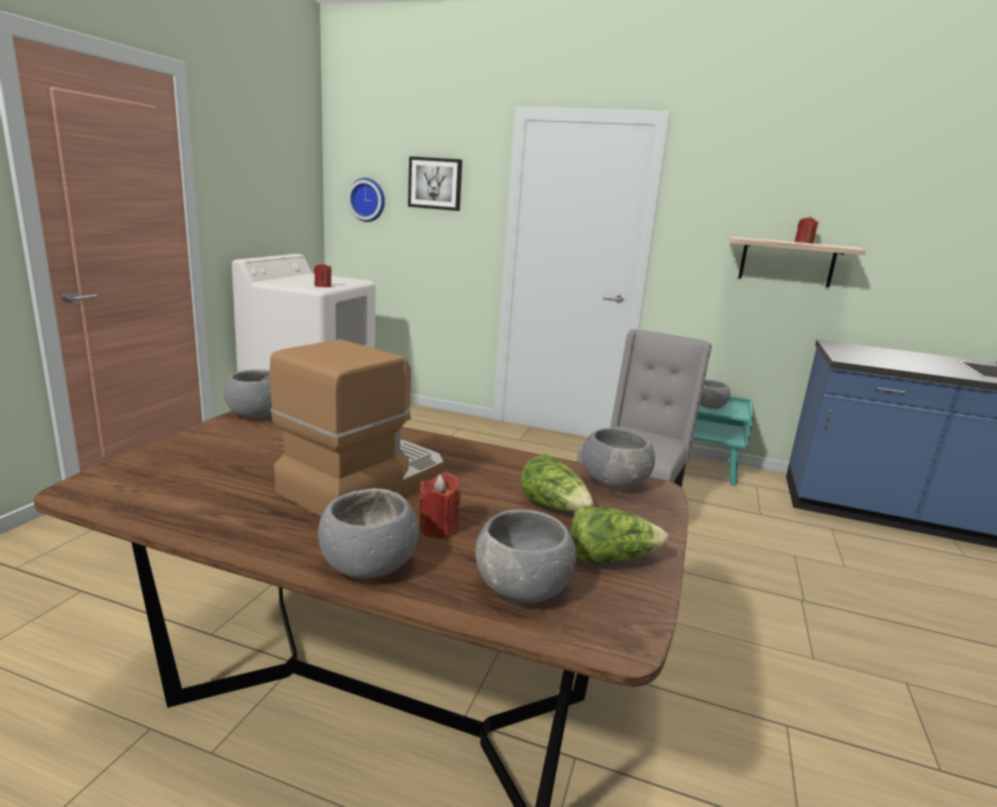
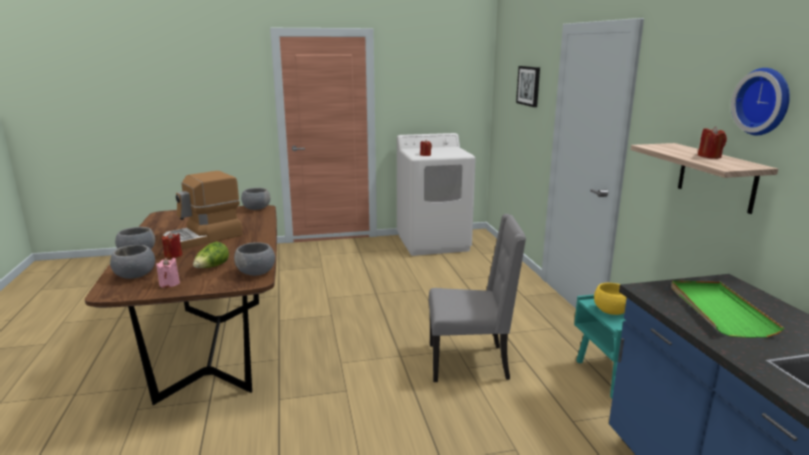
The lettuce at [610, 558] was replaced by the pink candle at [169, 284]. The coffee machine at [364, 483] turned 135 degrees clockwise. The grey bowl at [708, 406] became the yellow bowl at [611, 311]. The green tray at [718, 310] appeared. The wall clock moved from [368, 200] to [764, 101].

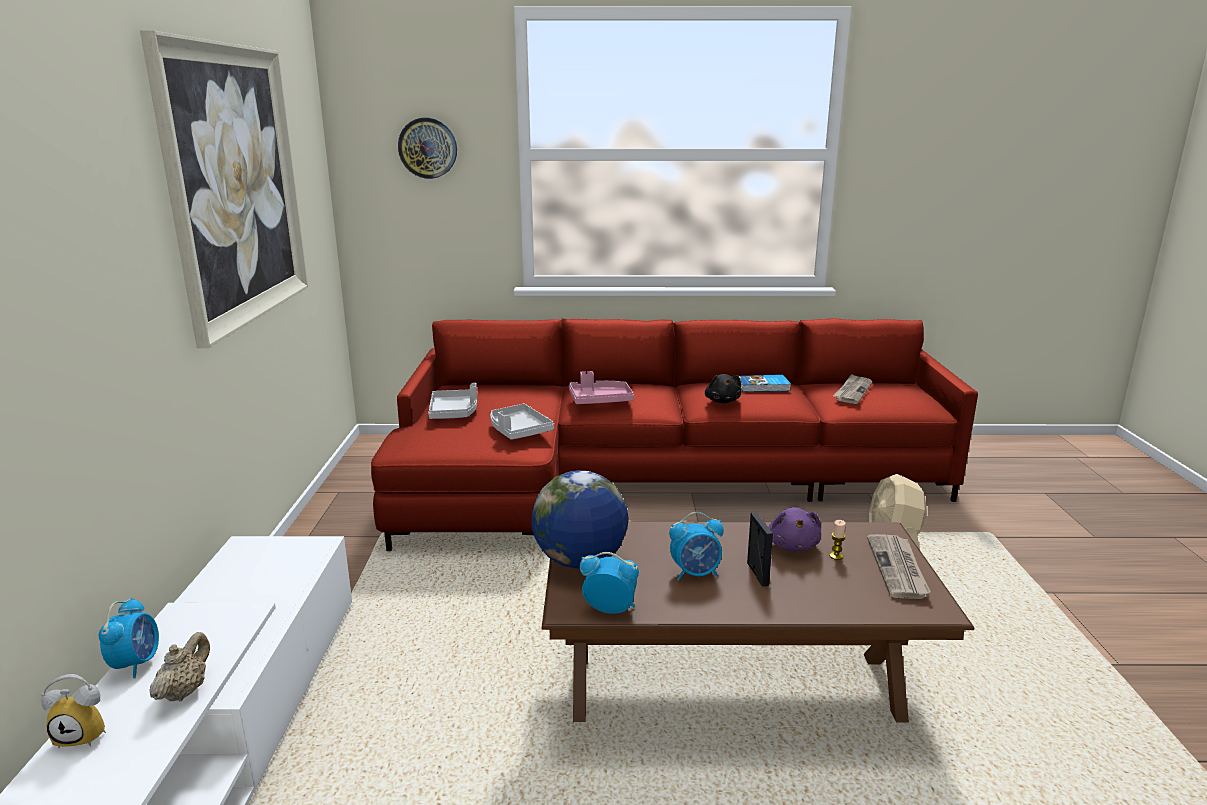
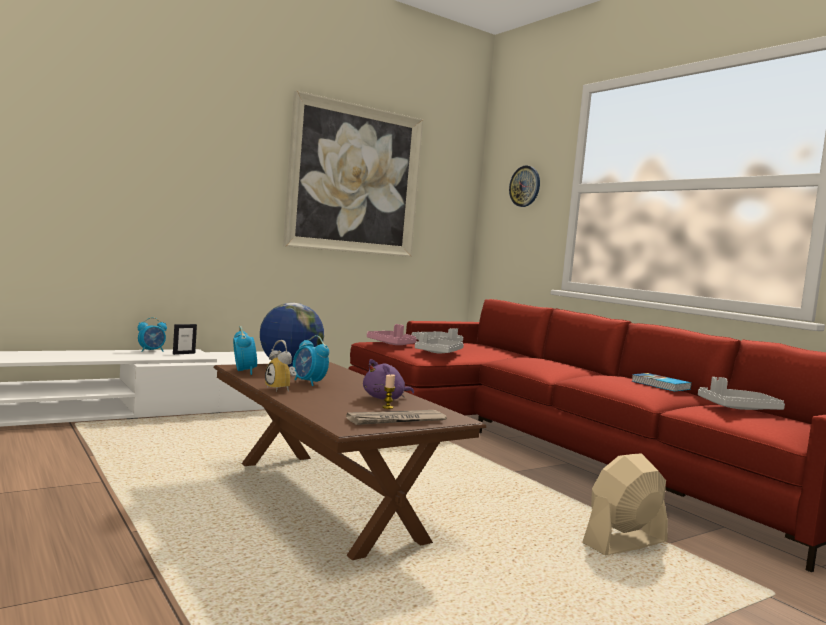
The picture frame moved from [757, 574] to [183, 353]. The alarm clock moved from [86, 734] to [282, 389]. The pink tray moved from [600, 400] to [392, 344]. The newspaper at [852, 391] was replaced by the grey tray at [738, 408]. The beige teapot at [185, 691] disappeared. The black plush toy at [722, 401] disappeared.

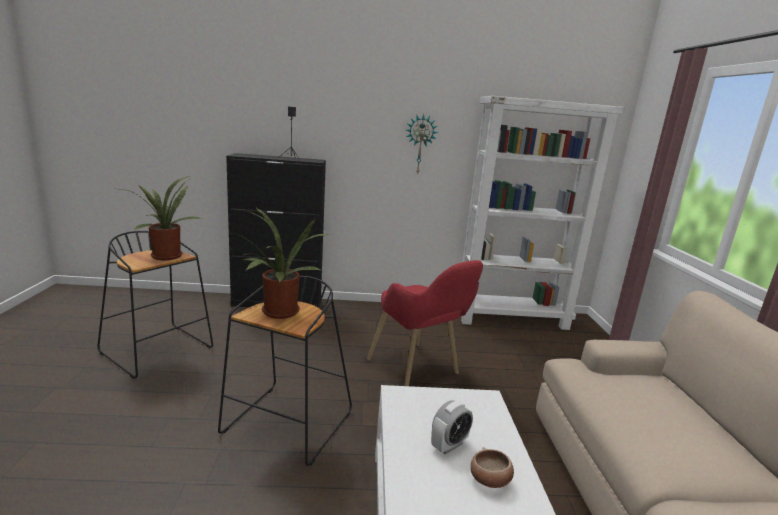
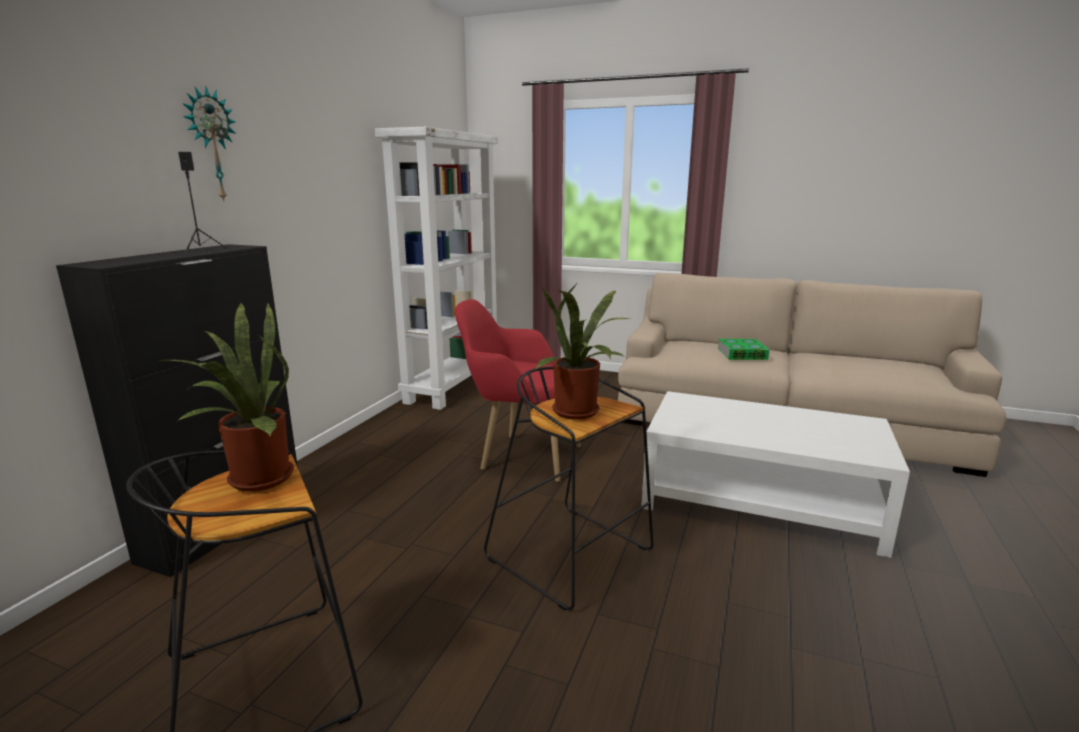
The wall clock moved from [420, 144] to [211, 145]. The red armchair at [419, 372] turned 150 degrees counterclockwise. The book at [742, 354] appeared. The alarm clock at [449, 445] disappeared. The bowl at [490, 480] disappeared.

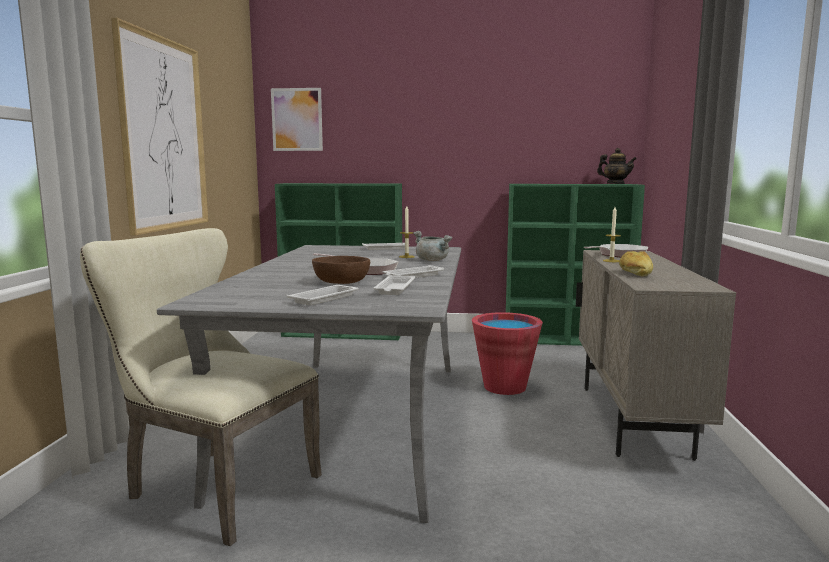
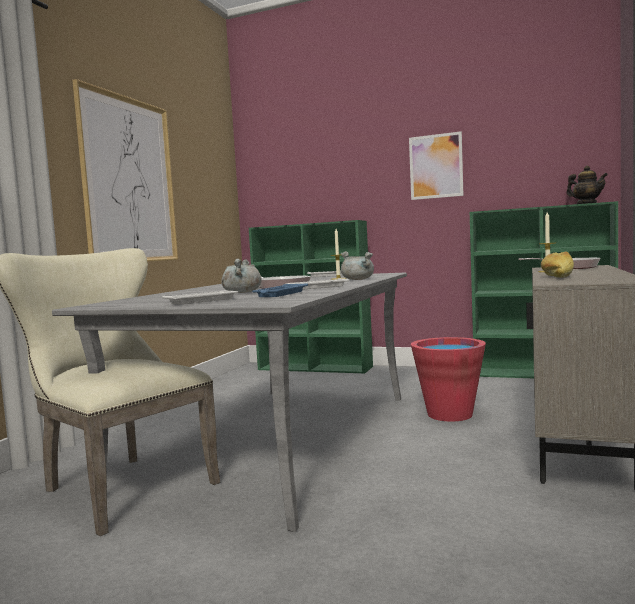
The brown bowl at [341, 281] was replaced by the grey cooking pot at [241, 292]. The white tray at [395, 289] became the blue tray at [280, 294]. The picture moved from [297, 119] to [436, 166].

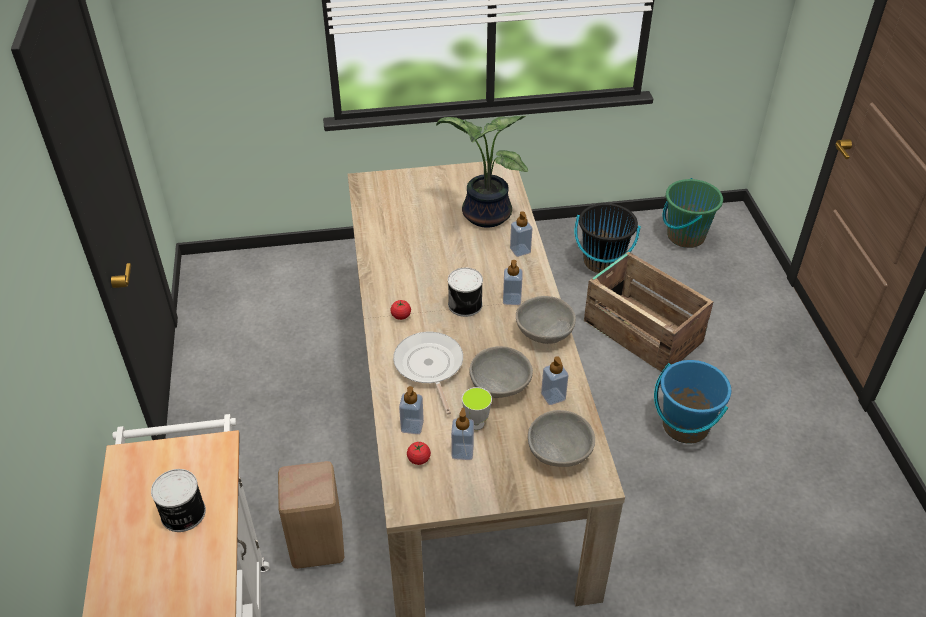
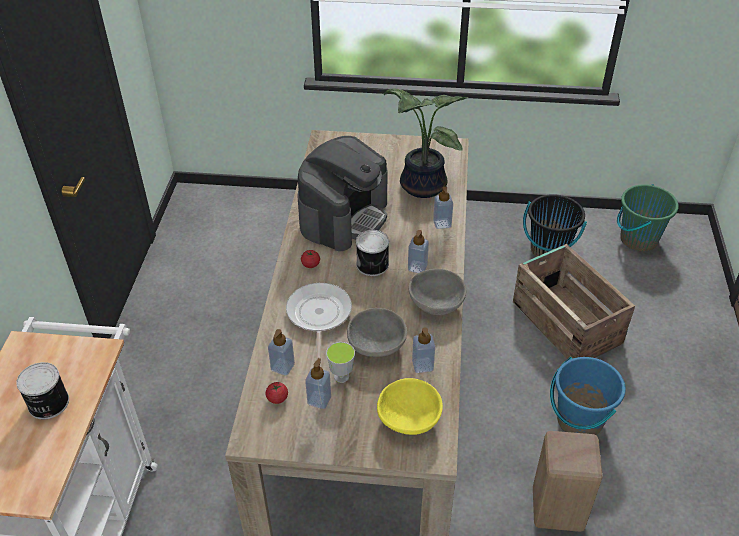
The coffee machine at [344, 216] appeared. The grey bowl at [558, 452] became the yellow bowl at [408, 419]. The beige stool moved from [319, 546] to [559, 510].

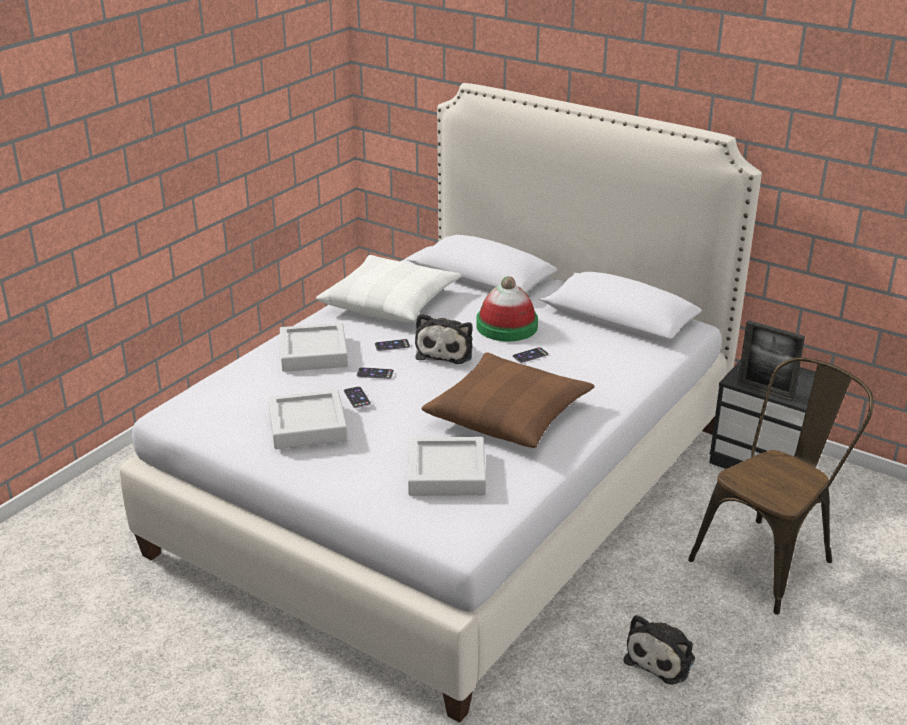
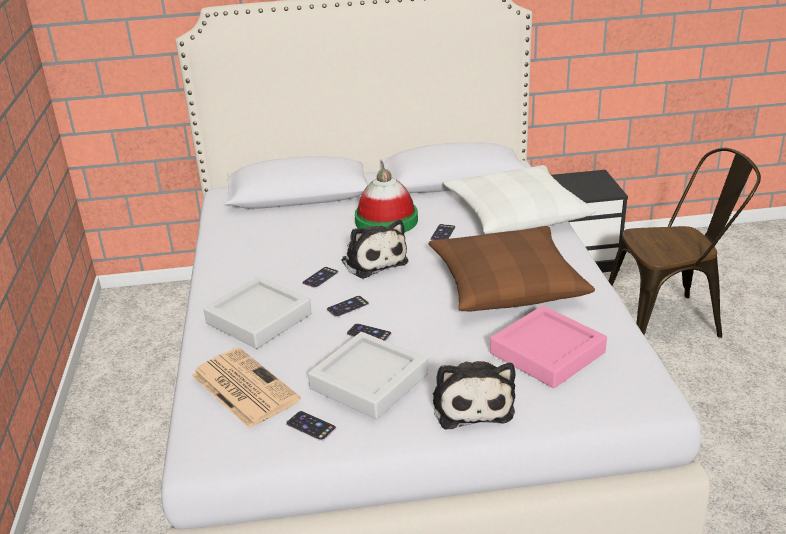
The newspaper at [243, 387] appeared. The phone at [311, 426] appeared. The plush toy moved from [662, 658] to [471, 404]. The white pillow moved from [390, 302] to [516, 213]. The grey tray at [446, 473] became the pink tray at [547, 353]. The brown chair at [770, 558] turned 75 degrees clockwise. The picture frame at [765, 391] disappeared.

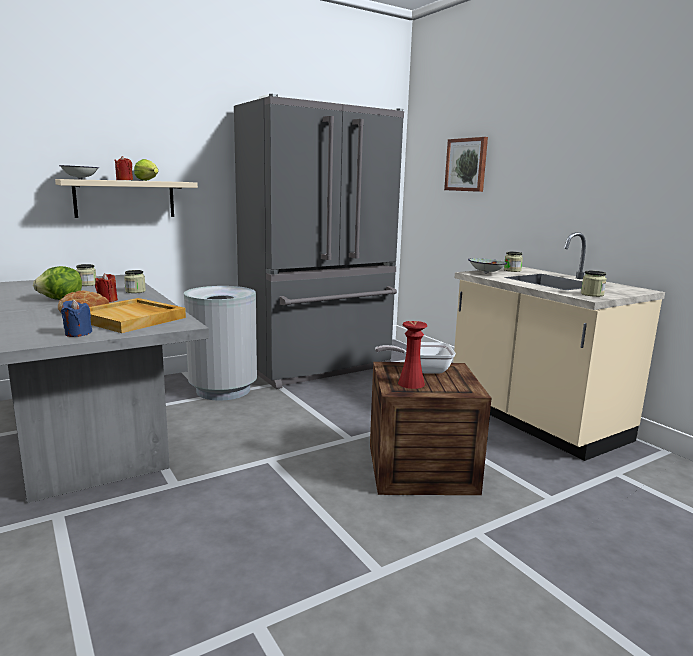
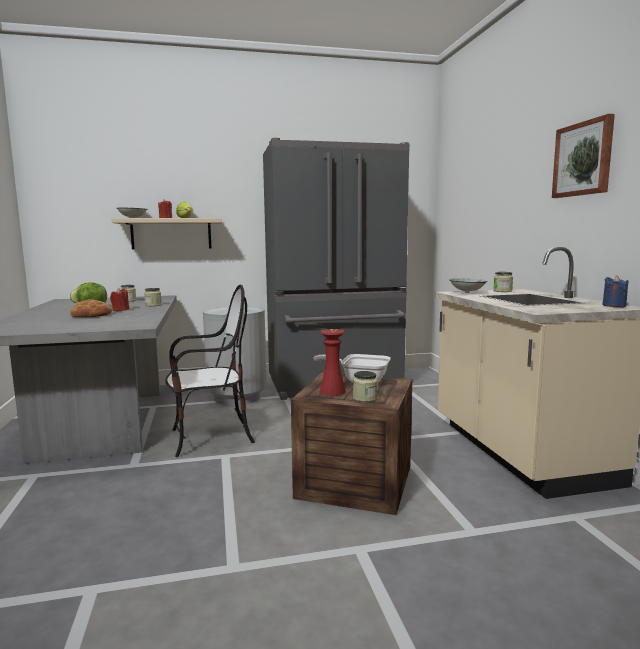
The chair at [210, 438] appeared. The jar moved from [592, 294] to [365, 398]. The picture moved from [466, 164] to [583, 159]. The blue candle moved from [78, 333] to [614, 306]. The beige tray at [132, 319] disappeared.

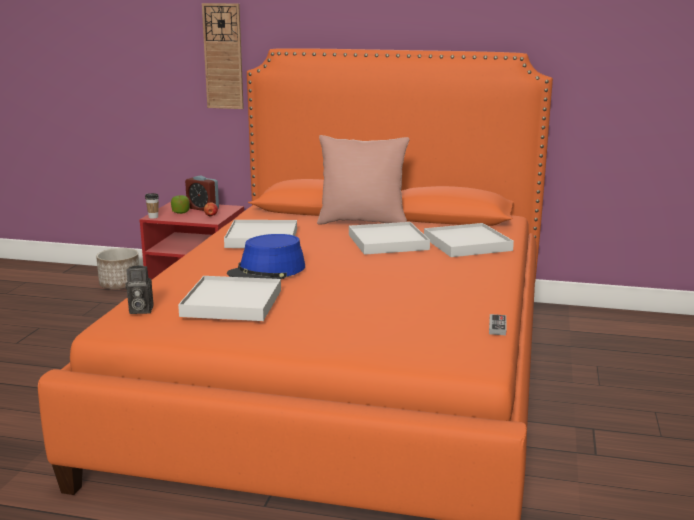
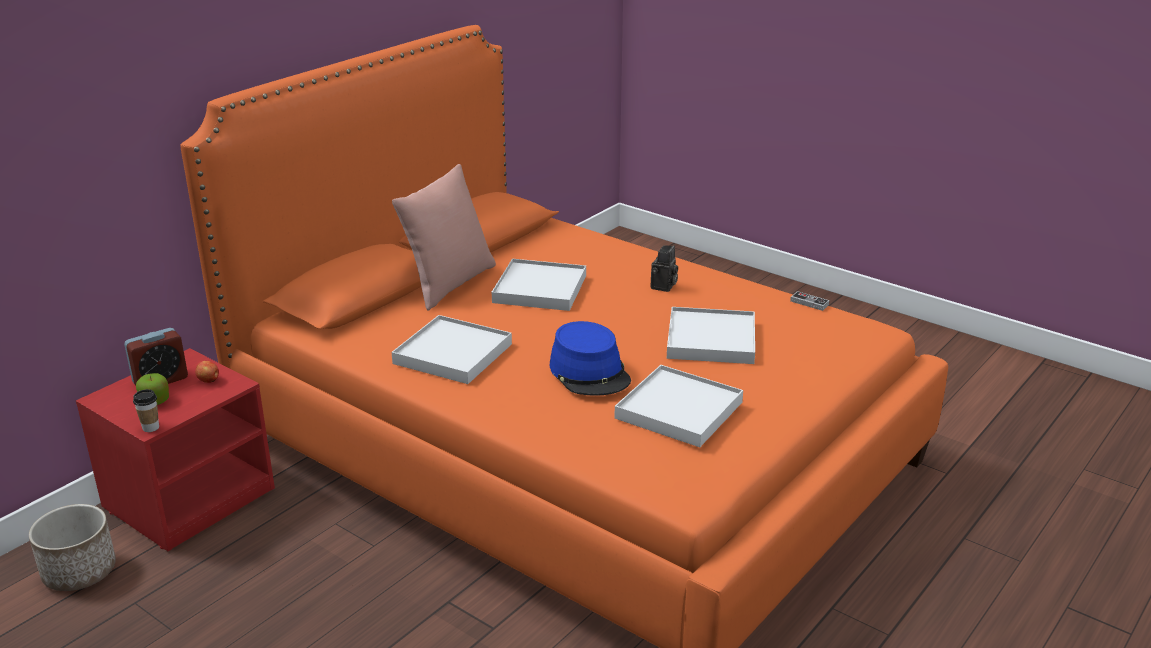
The photo camera moved from [139, 310] to [663, 287]. The white tray moved from [467, 244] to [711, 340]. The wall clock at [223, 56] disappeared.

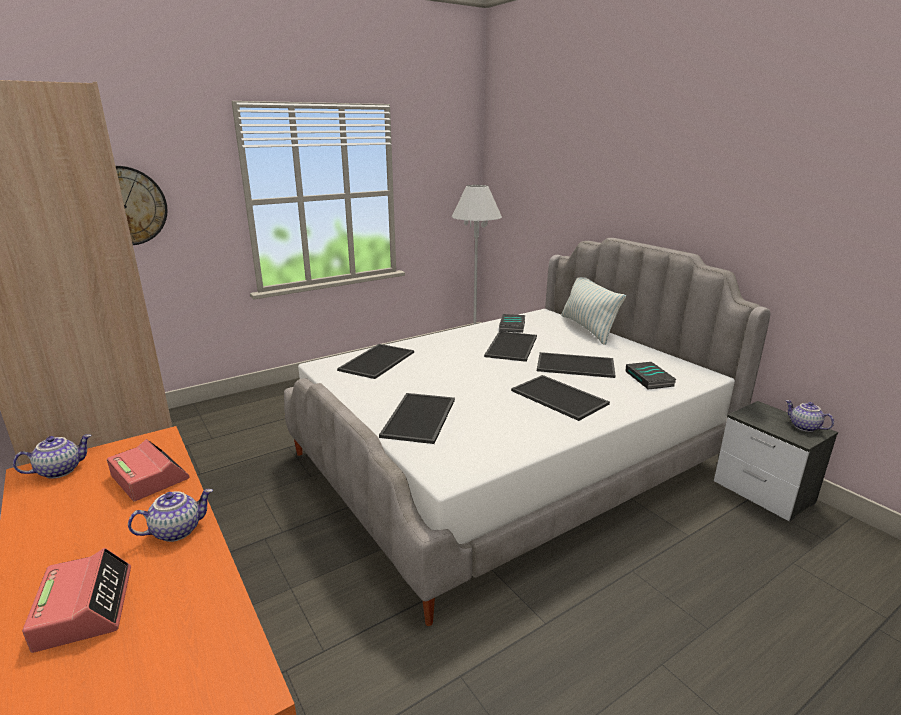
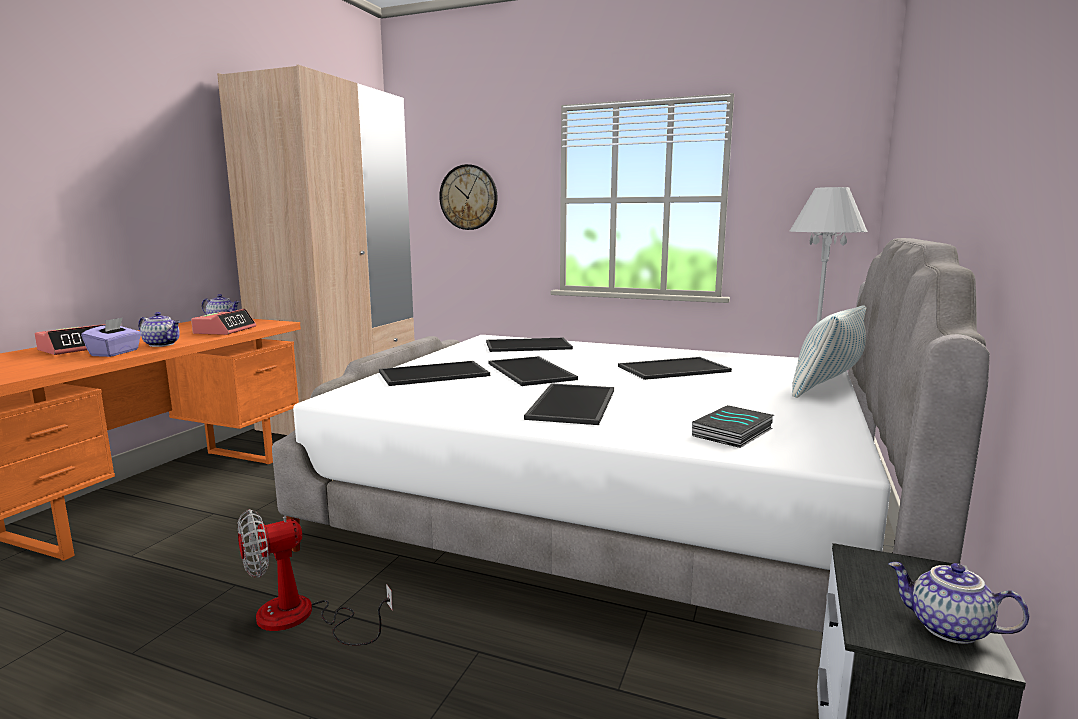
The purple tissue box at [115, 353] appeared. The fan at [301, 618] appeared. The tray moved from [576, 365] to [532, 371]. The teapot at [803, 427] turned 75 degrees counterclockwise. The book at [513, 326] disappeared.

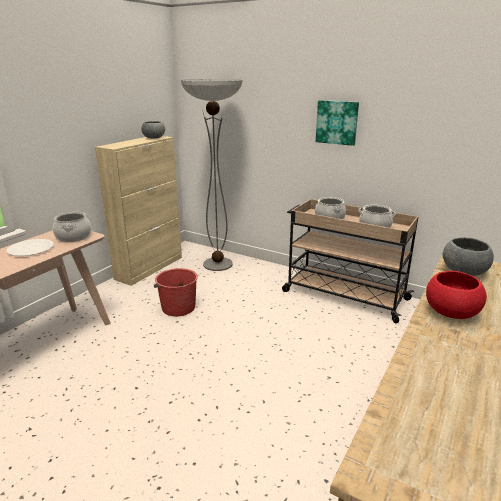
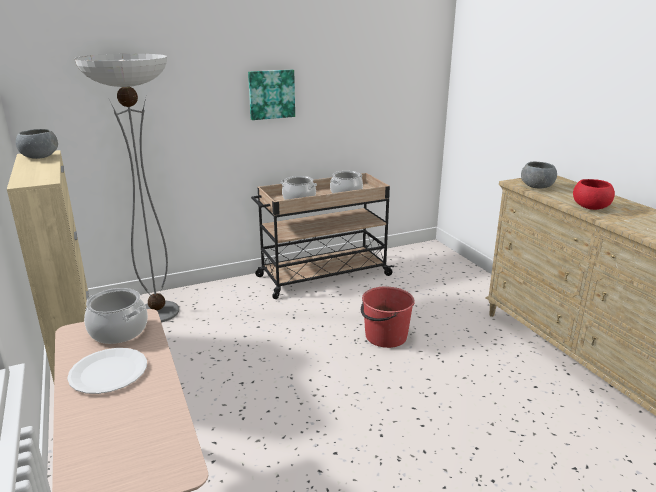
The red bucket moved from [178, 307] to [385, 336].

